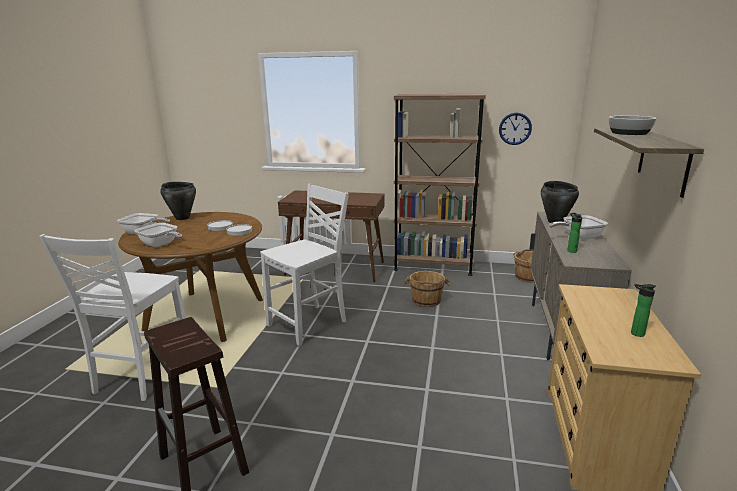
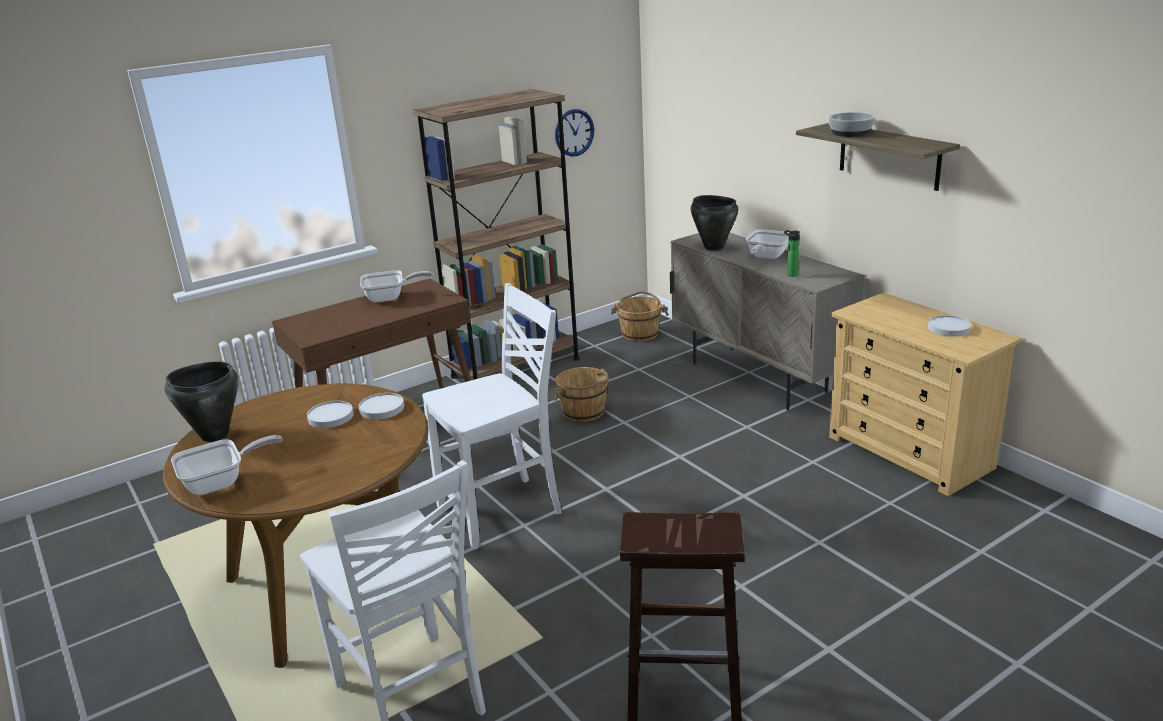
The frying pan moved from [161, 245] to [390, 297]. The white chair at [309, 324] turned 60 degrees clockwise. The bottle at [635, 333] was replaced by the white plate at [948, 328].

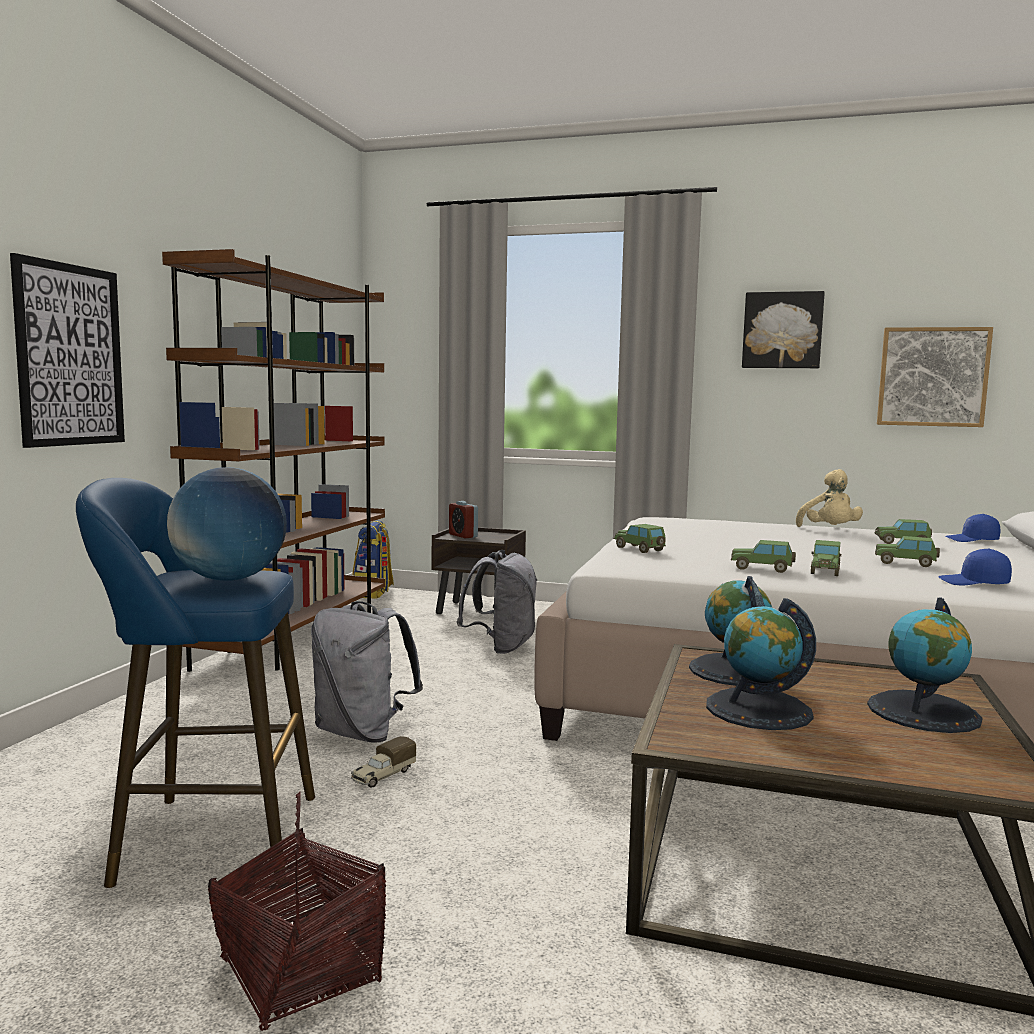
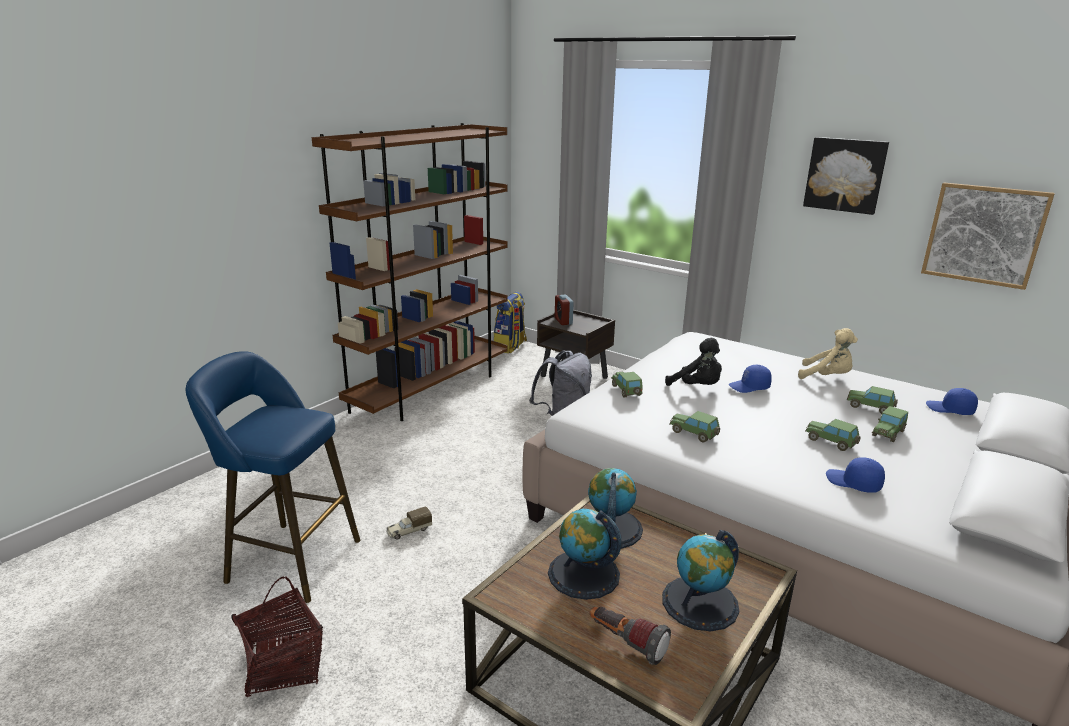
The flashlight at [626, 643] appeared. The black plush toy at [697, 387] appeared. The blue cap at [749, 387] appeared. The beige plush toy at [829, 531] turned 75 degrees counterclockwise. The toy car moved from [825, 571] to [888, 433]. The picture at [70, 355] disappeared. The globe at [229, 579] disappeared. The grey backpack at [362, 733] disappeared.

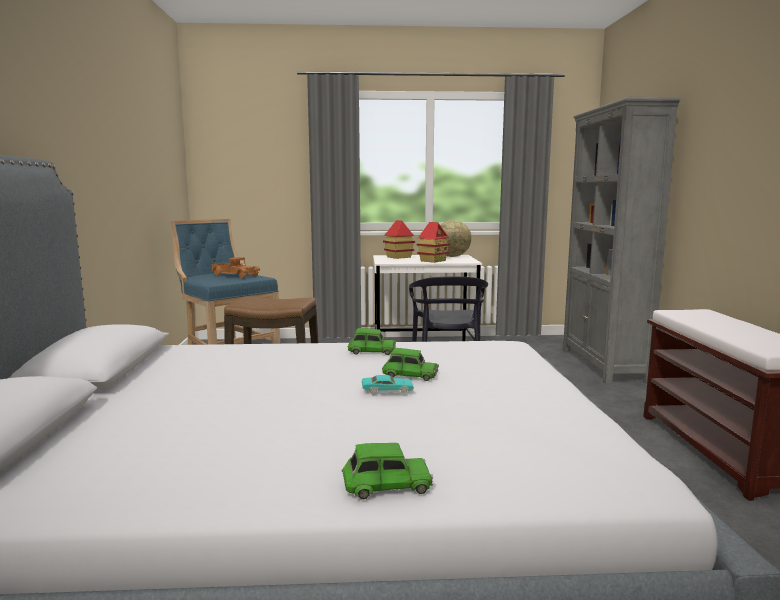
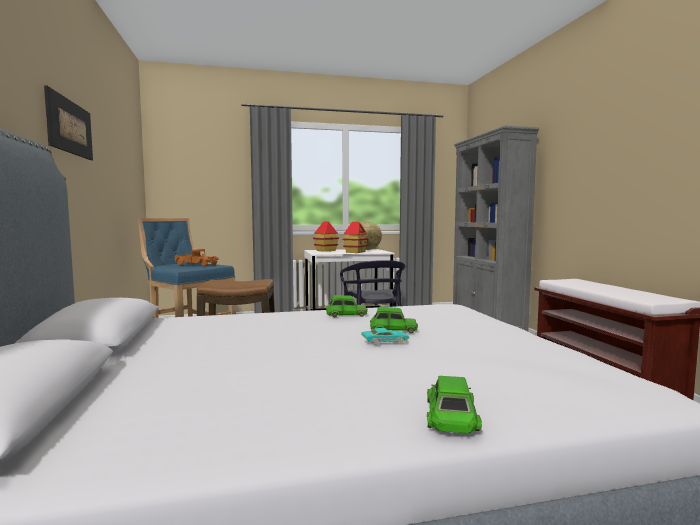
The picture at [70, 127] appeared. The green toy car at [386, 484] turned 60 degrees counterclockwise.

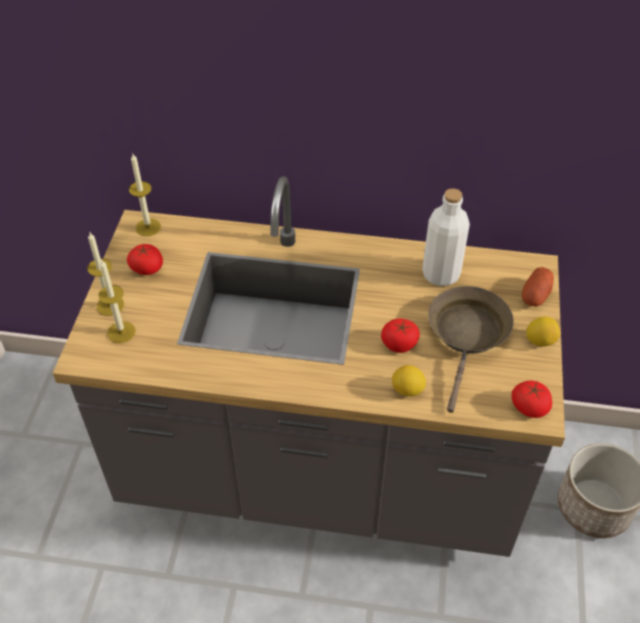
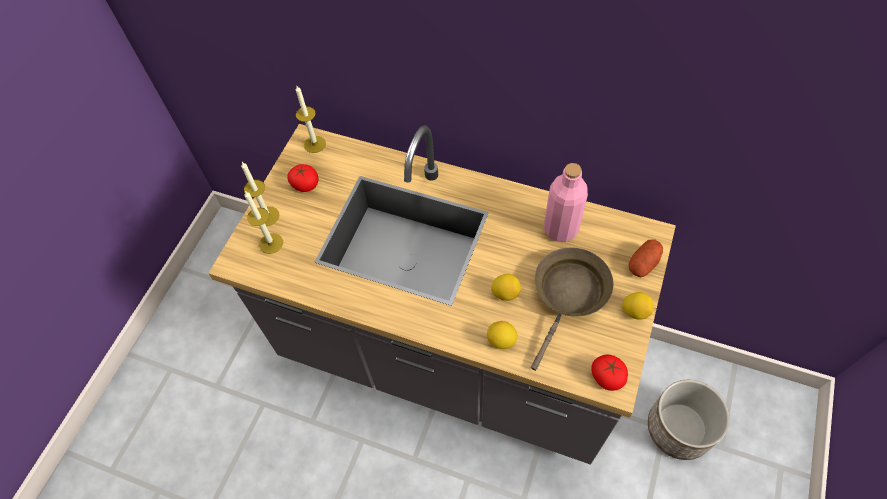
The tomato at [399, 343] was replaced by the lemon at [505, 293]. The white bottle at [441, 274] became the pink bottle at [560, 229].

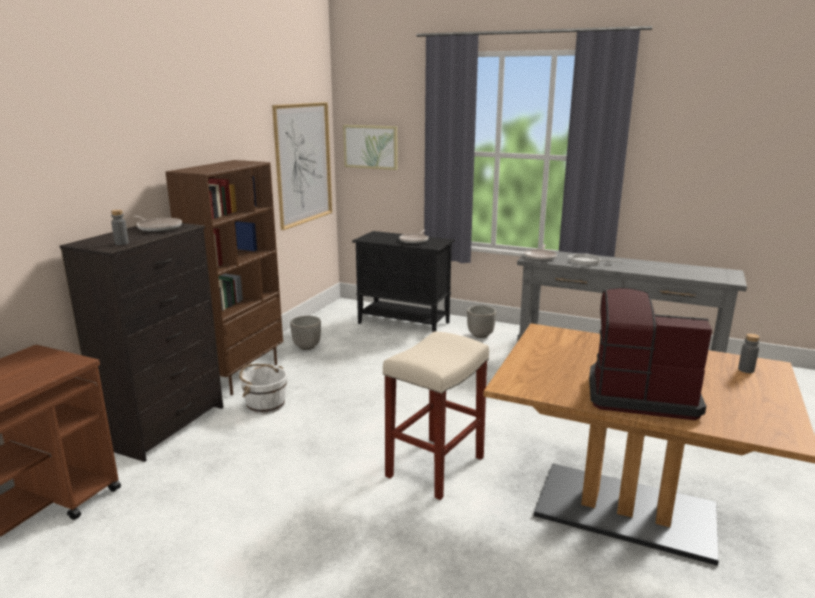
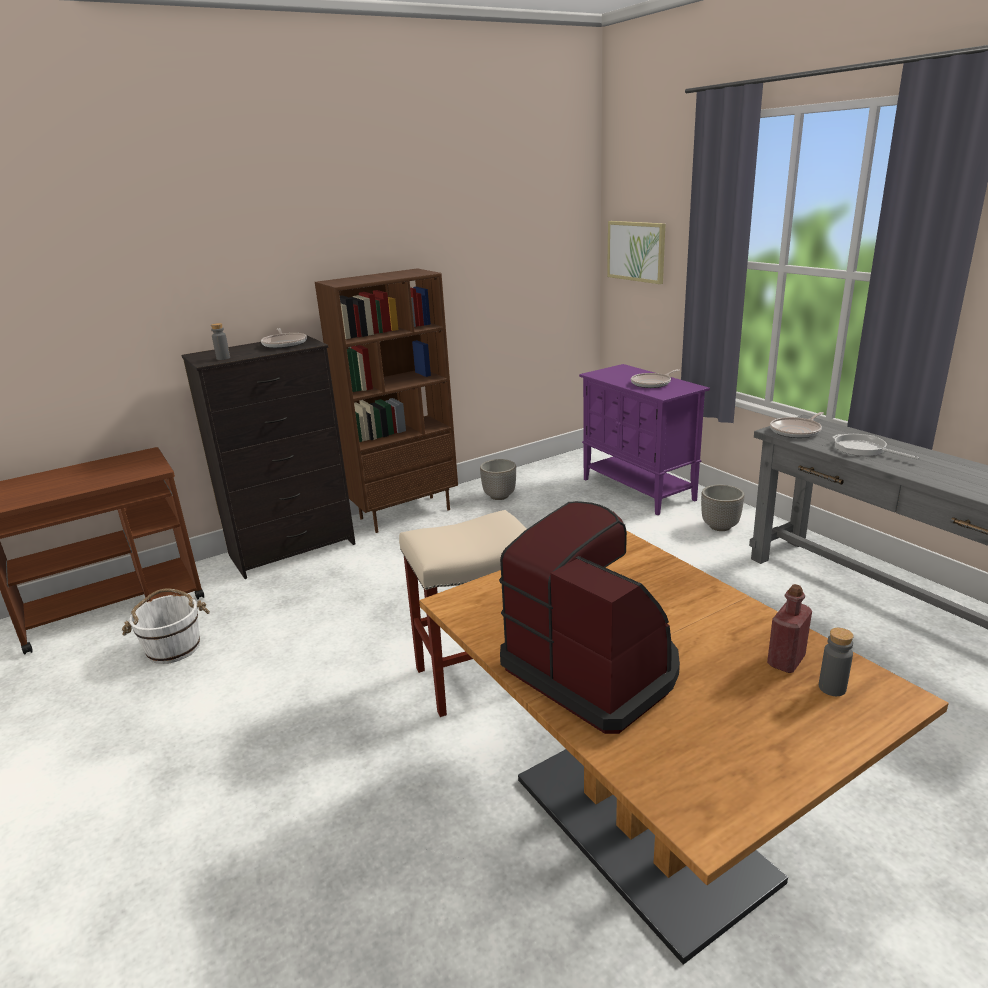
The white bucket moved from [265, 404] to [173, 648]. The black cabinet at [404, 323] became the purple cabinet at [639, 490]. The red bottle at [786, 661] appeared. The picture at [303, 164] disappeared.

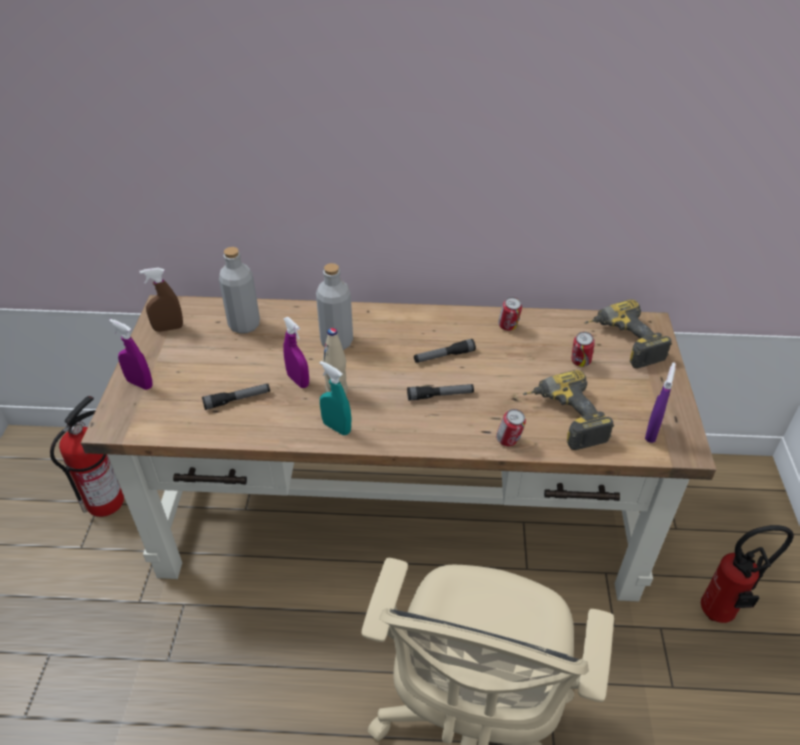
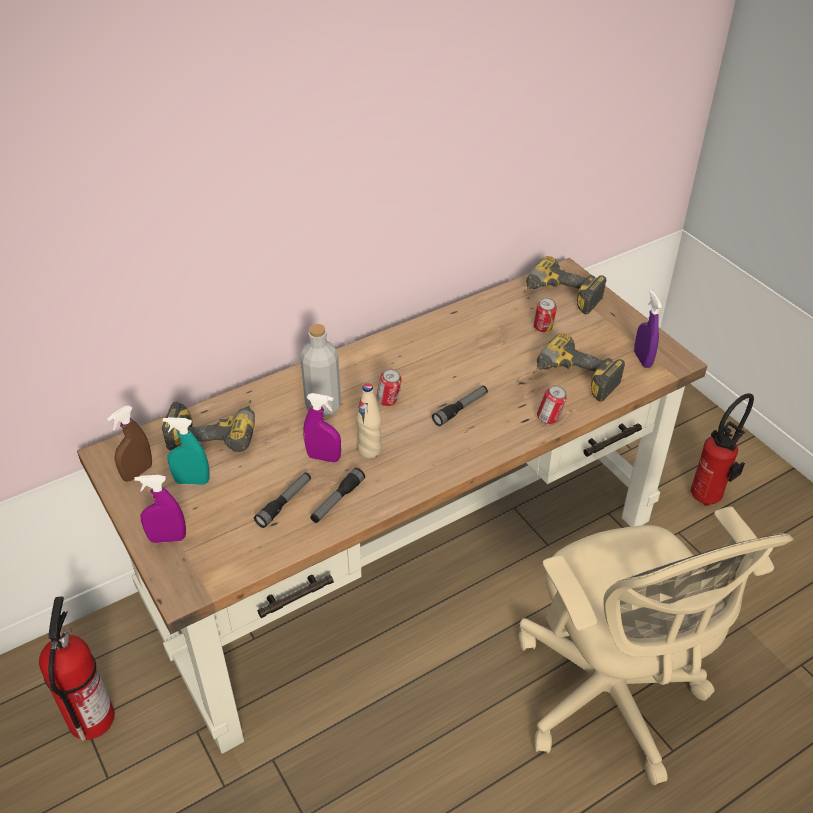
The grey bottle at [244, 325] was replaced by the power drill at [215, 432]. The turquoise spray bottle moved from [336, 427] to [192, 481]. The flashlight moved from [444, 356] to [337, 500]. The can moved from [508, 327] to [389, 402].

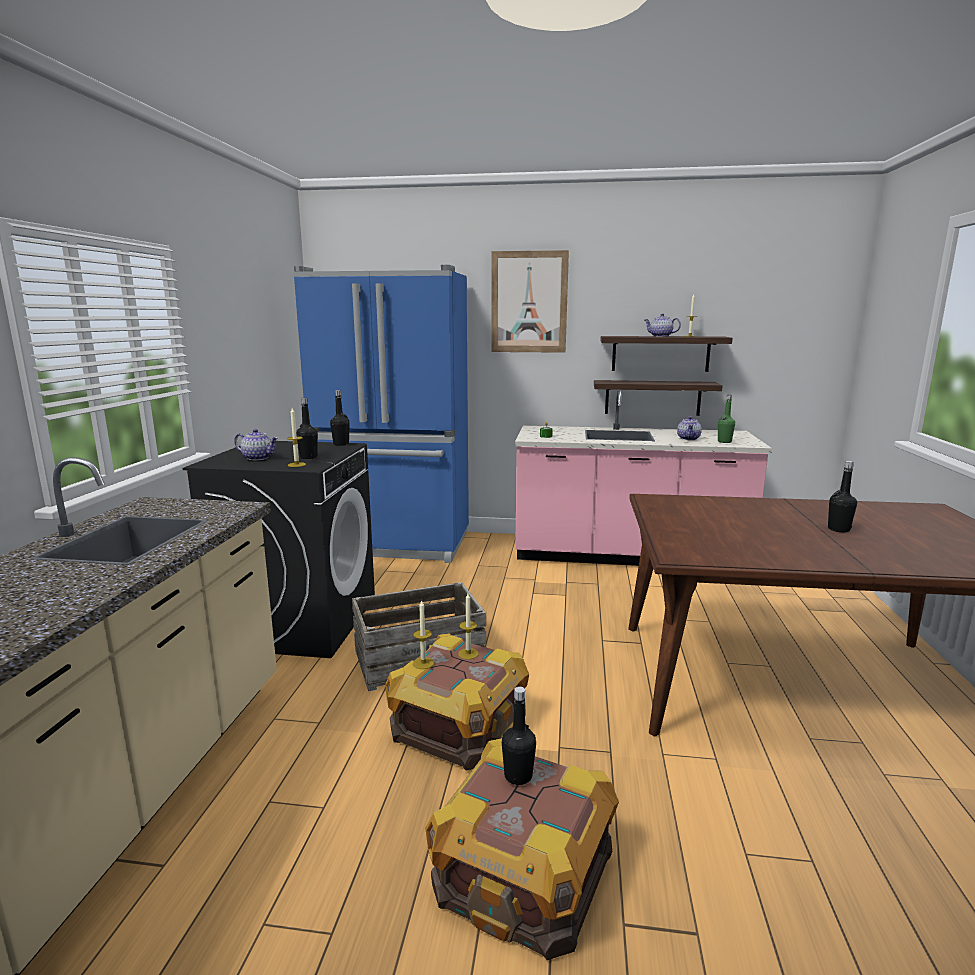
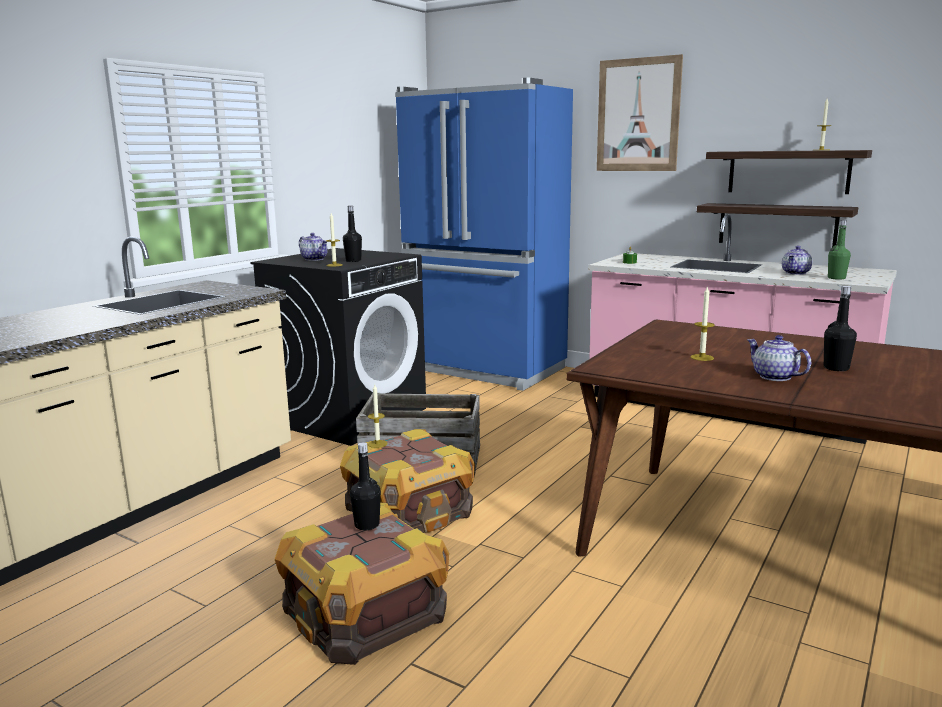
The candle moved from [468, 653] to [702, 357]. The teapot moved from [660, 336] to [774, 377]. The black bottle at [341, 444] disappeared.

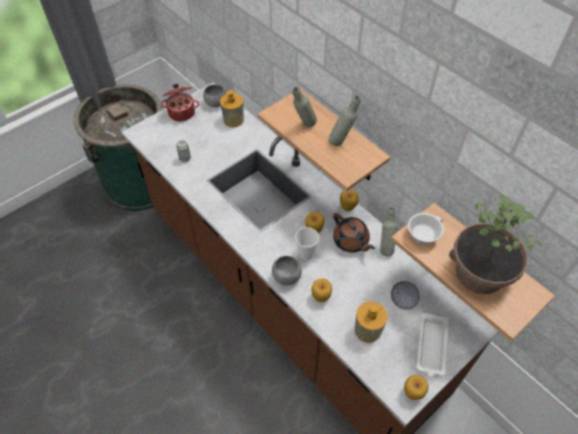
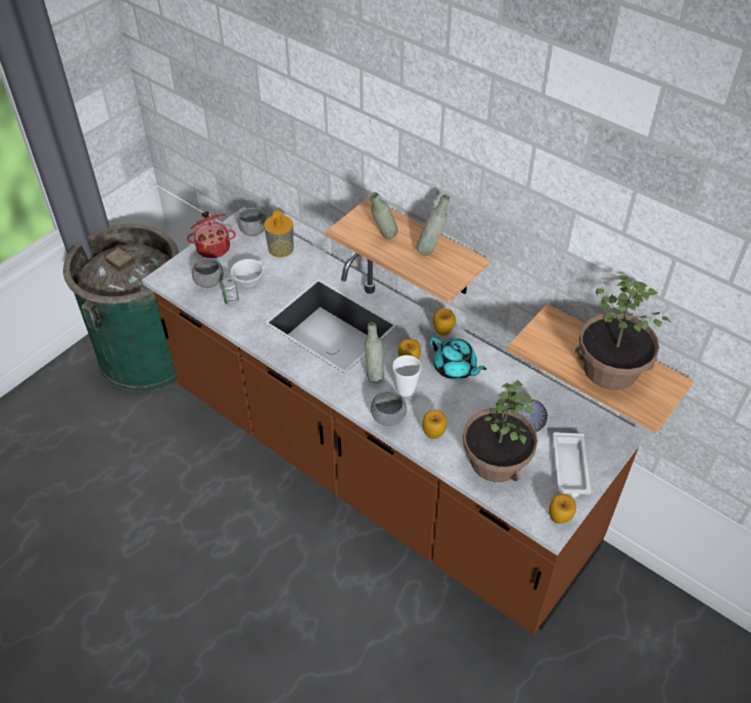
The grey bowl at [209, 282] appeared. The white cup moved from [422, 234] to [248, 279]. The grey bottle moved from [385, 247] to [374, 374]. The brown teapot at [351, 241] became the turquoise teapot at [455, 368]. The soap dispenser at [367, 330] was replaced by the potted plant at [495, 461].

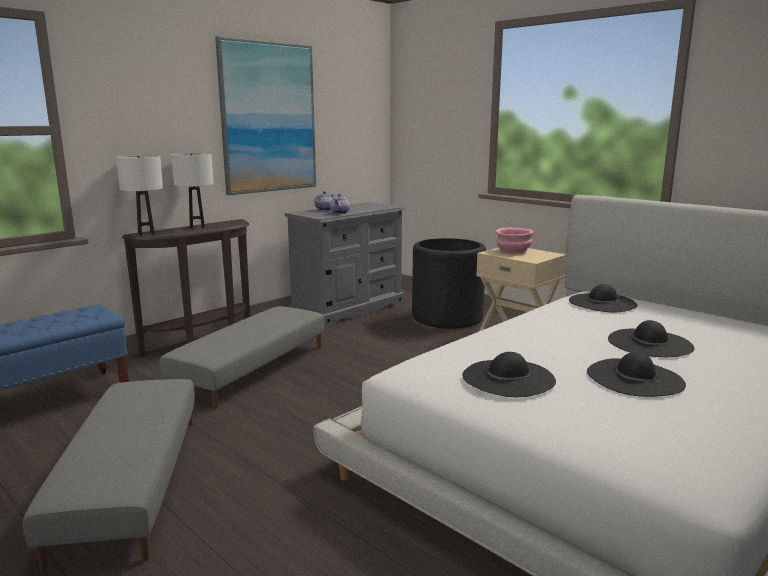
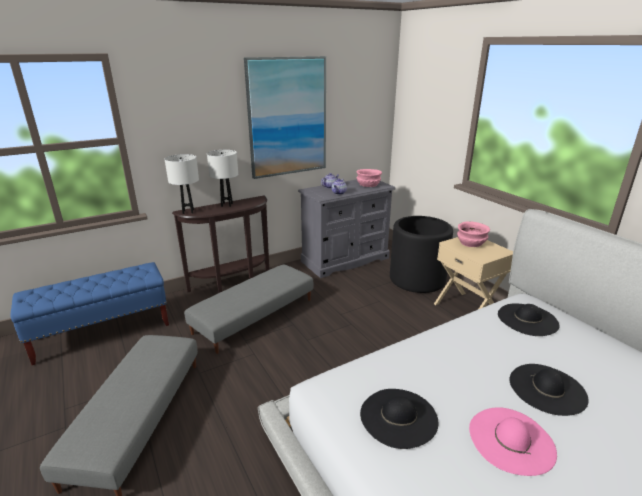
The pink bowl at [368, 185] appeared. The black hat at [634, 378] became the pink hat at [511, 440].

